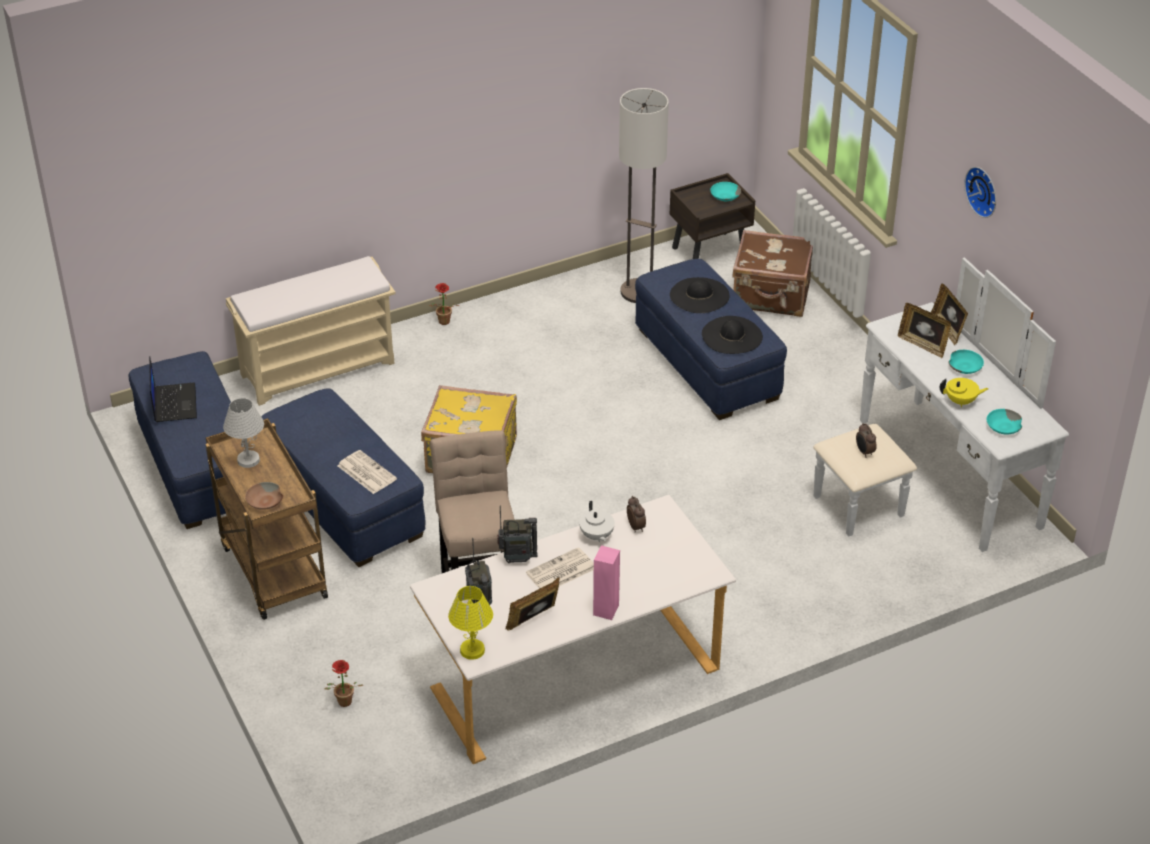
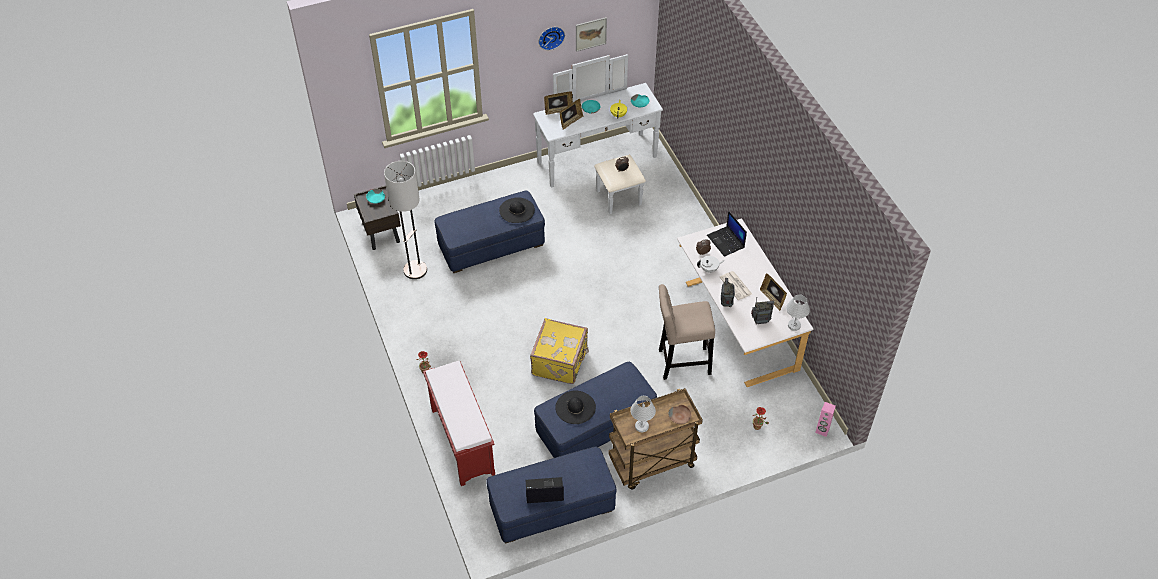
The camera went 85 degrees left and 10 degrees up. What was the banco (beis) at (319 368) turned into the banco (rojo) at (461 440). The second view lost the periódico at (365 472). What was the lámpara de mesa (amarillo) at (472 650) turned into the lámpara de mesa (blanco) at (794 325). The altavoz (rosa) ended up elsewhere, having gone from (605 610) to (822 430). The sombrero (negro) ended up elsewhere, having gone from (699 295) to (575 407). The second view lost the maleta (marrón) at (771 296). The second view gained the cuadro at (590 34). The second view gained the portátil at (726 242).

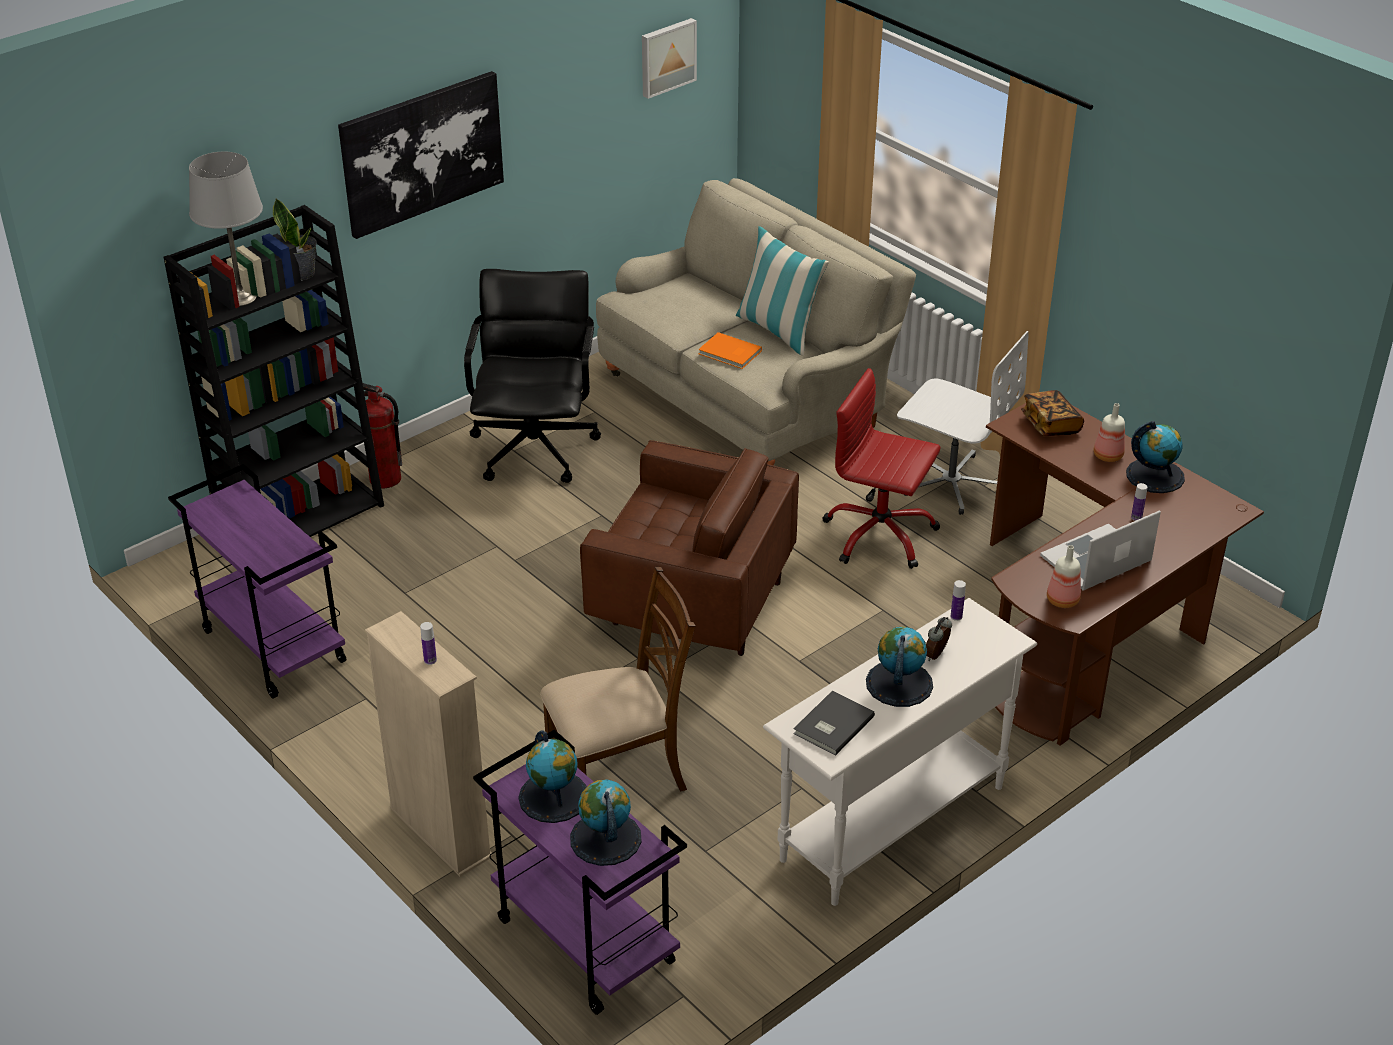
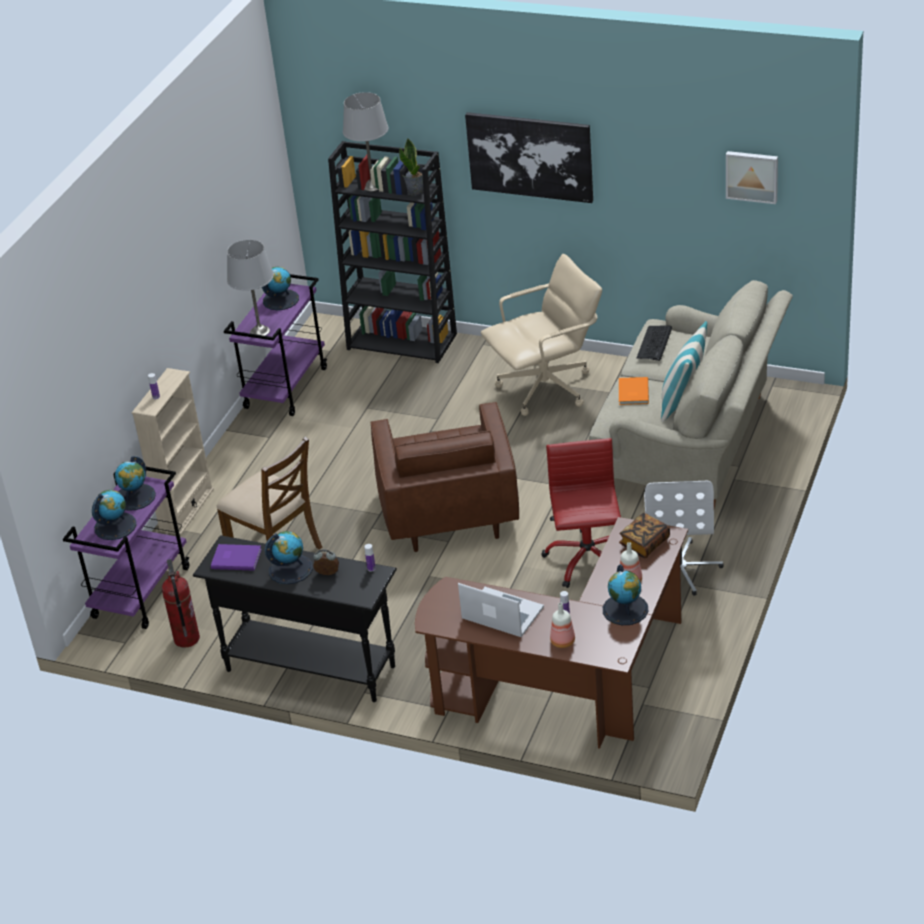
The camera went 65 degrees right and 0 degrees up. The extintor ended up elsewhere, having gone from (385 479) to (186 639). What was the silla de oficina (negro) at (535 448) turned into the silla de oficina (beis) at (547 388). What was the mesa consola (blanco) at (891 823) turned into the mesa consola (negro) at (310 668). What was the libro (gris) at (831 725) turned into the libro (morado) at (236 558). The botella ended up elsewhere, having gone from (1063 601) to (562 642). The second view gained the lámpara de mesa (gris) at (259 331). The second view gained the globo terráqueo at (280 300). The second view gained the teclado at (654 343).

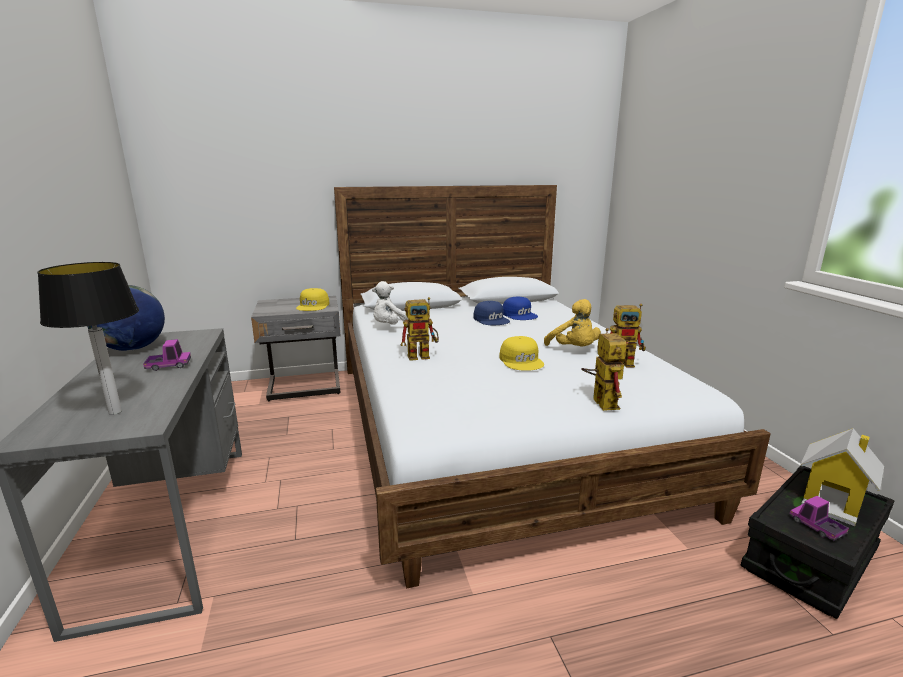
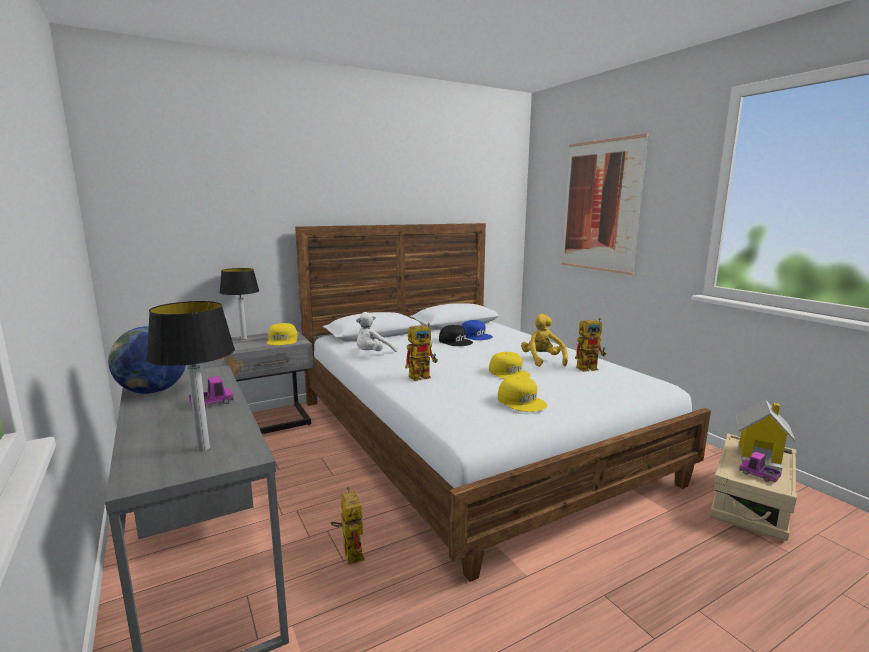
The camera went 15 degrees left and 5 degrees down. What was the gorra (azul) at (491 319) turned into the gorra (negro) at (455 341). The peluche (amarillo) at (574 349) ended up facing another way, 150 degrees counterclockwise from before. The robot de juguete ended up elsewhere, having gone from (600 401) to (349 551). What was the caja de almacenaje (negro) at (809 559) turned into the caja de almacenaje (beis) at (750 503). The second view gained the lámpara de mesa at (243 339). The second view gained the gorra (amarillo) at (522 401). The second view gained the cuadro at (600 206).

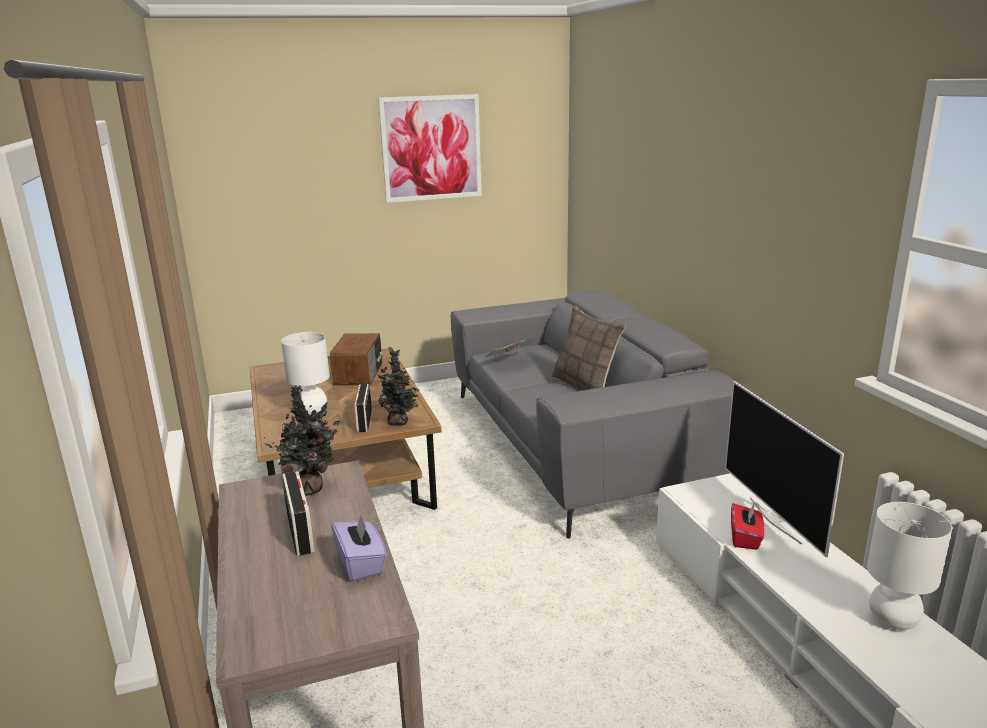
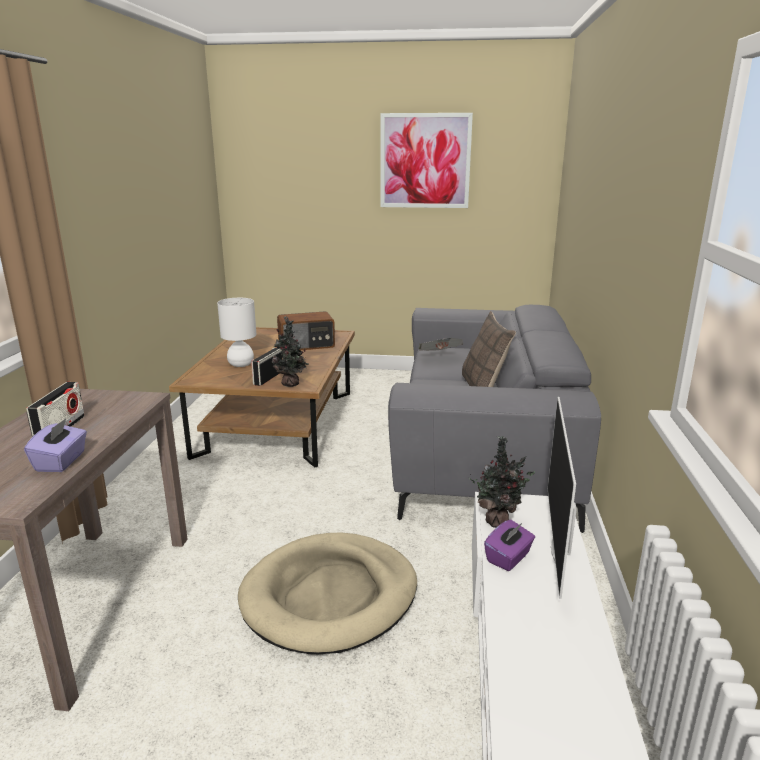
The camera went 25 degrees right and 0 degrees up. The planta en maceta ended up elsewhere, having gone from (311 488) to (498 521). The radio at (359 374) ended up facing another way, 45 degrees clockwise from before. What was the caja de pañuelos (rojo) at (745 538) turned into the caja de pañuelos (morado) at (508 558). The second view lost the lámpara de mesa (blanco) at (893 619). The second view gained the cama para perro (beis) at (330 596).

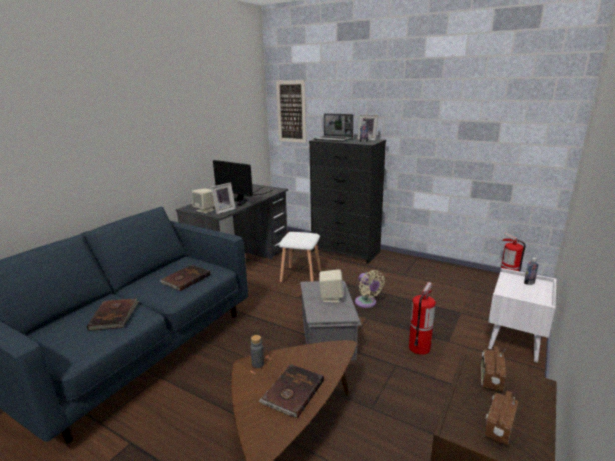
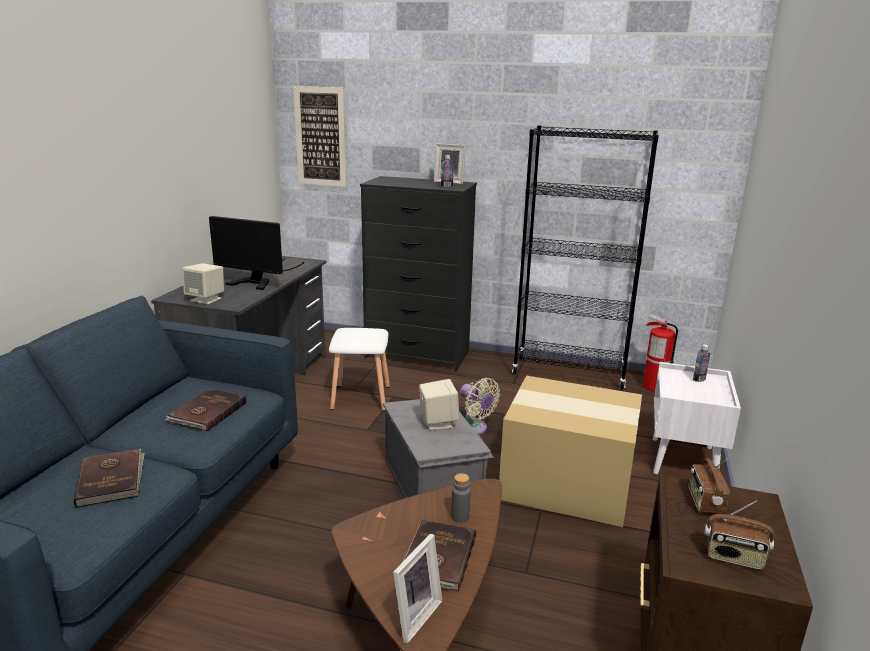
The camera went 15 degrees left and 0 degrees up. The portarretratos ended up elsewhere, having gone from (223 210) to (413 615). The botella (gris) ended up elsewhere, having gone from (258 364) to (460 517). The second view lost the portátil at (333 139). Where the extintor stood at (419 347), the caja de cartón came to stand at (565 483). The radio at (498 429) ended up facing another way, 90 degrees counterclockwise from before. The second view gained the estantería (negro) at (569 373).

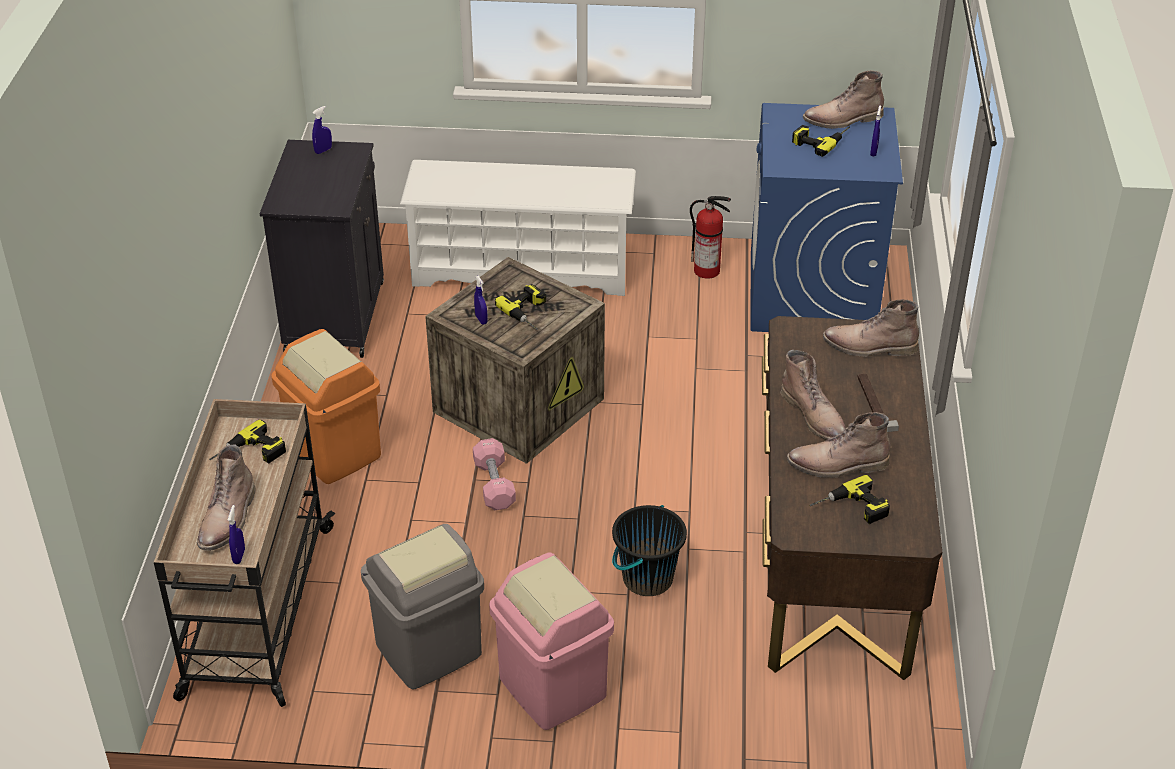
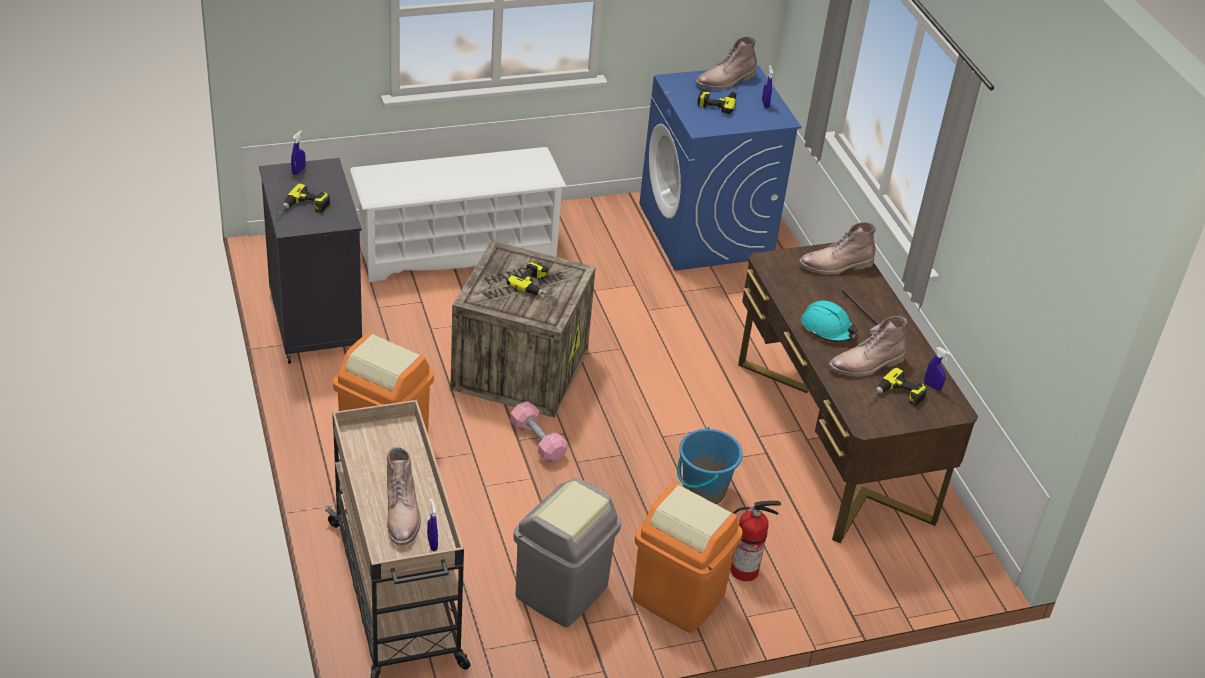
The camera went 25 degrees left and 0 degrees up. The taladro ended up elsewhere, having gone from (250 454) to (302 209). The pulverizador (azul) ended up elsewhere, having gone from (481 319) to (932 386). What was the papelera (rosa) at (553 687) turned into the papelera (naranja) at (679 597). What was the cubo (negro) at (647 578) turned into the cubo (azul) at (703 491). The extintor ended up elsewhere, having gone from (708 270) to (745 570). Where the bota (marrón) stood at (815 416), the casco (turquesa) came to stand at (828 329).

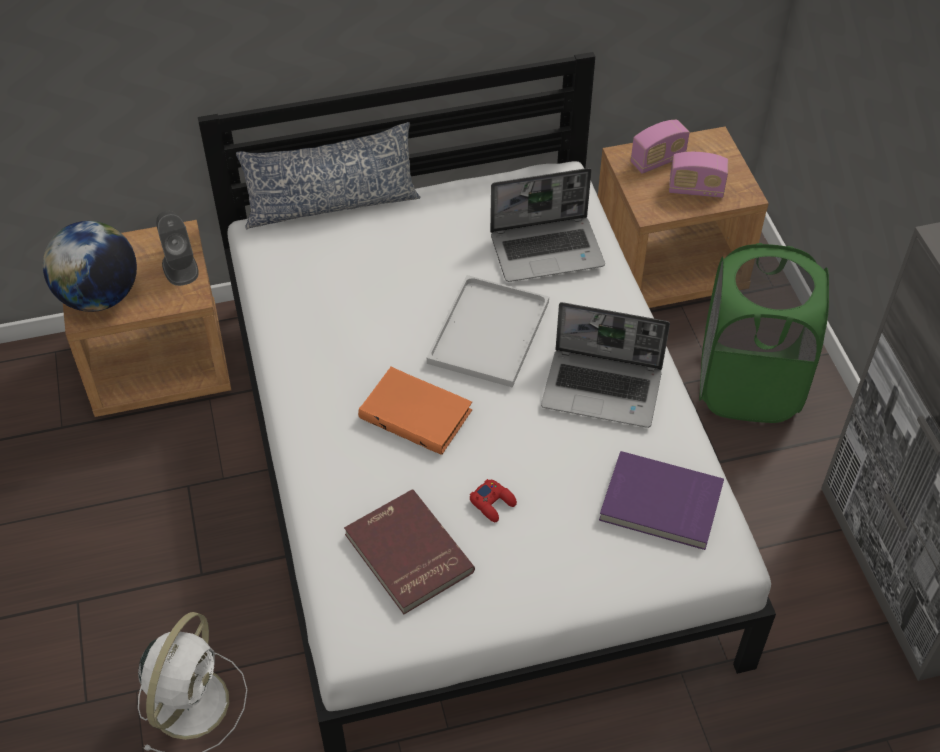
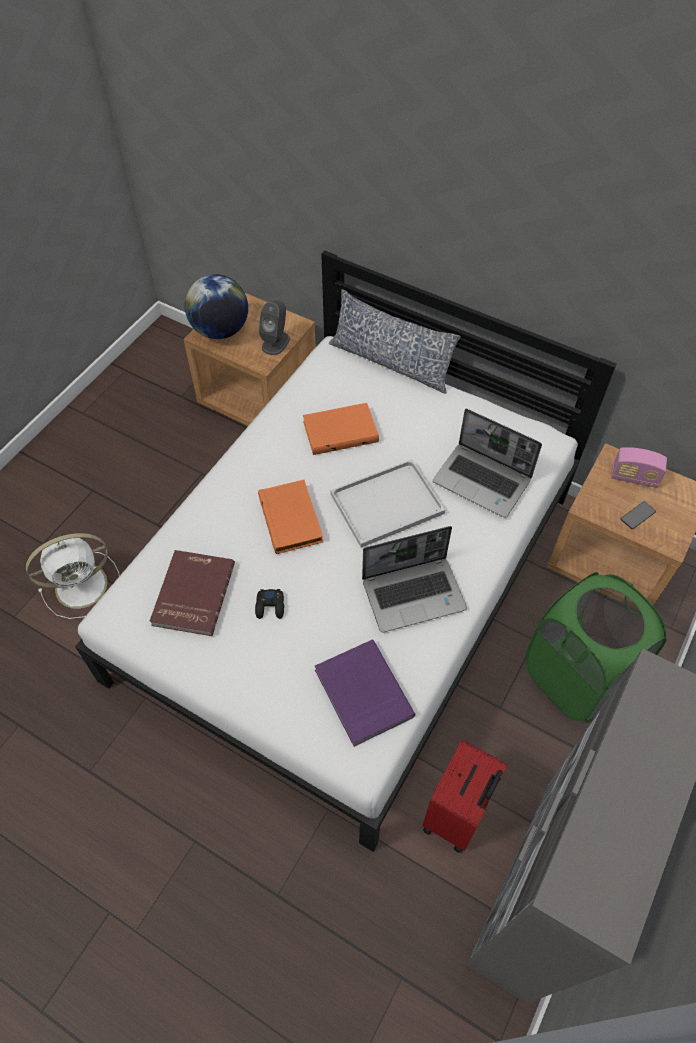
The camera went 45 degrees right and 5 degrees up. What was the mando de consola (rojo) at (493 503) turned into the mando de consola (negro) at (270 606). The portátil at (603 389) ended up facing another way, 75 degrees counterclockwise from before. Where the radio stood at (695 190), the móvil came to stand at (637 515). The second view gained the libro (naranja) at (340 430). The second view gained the maleta (rojo) at (457 815).

